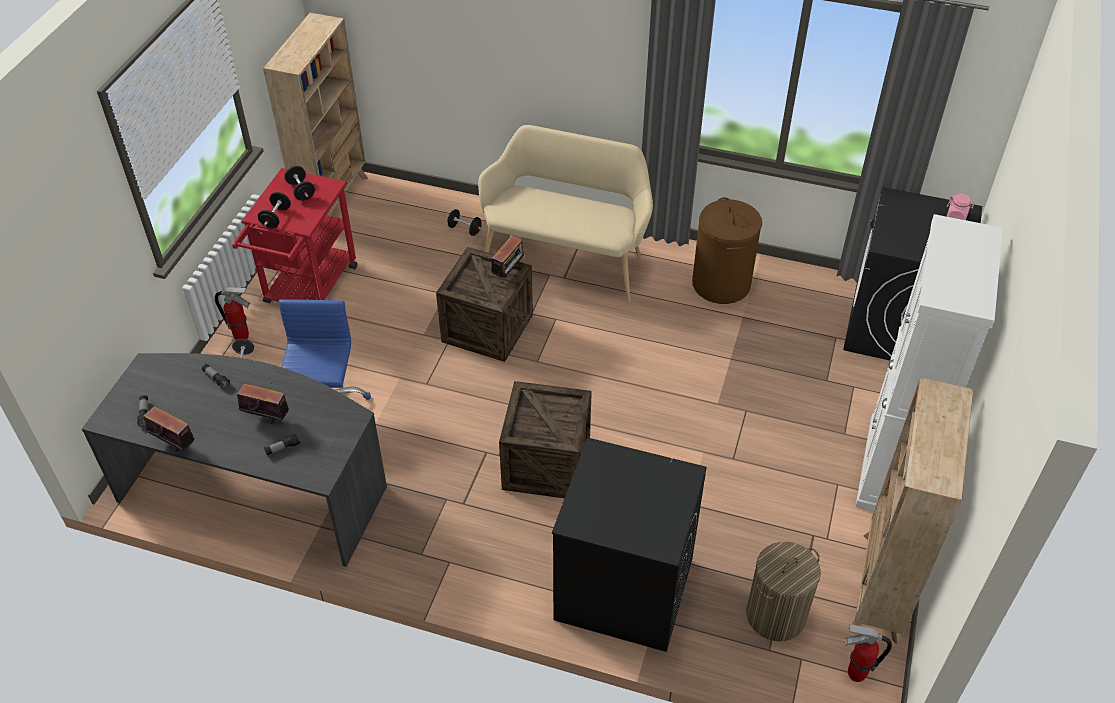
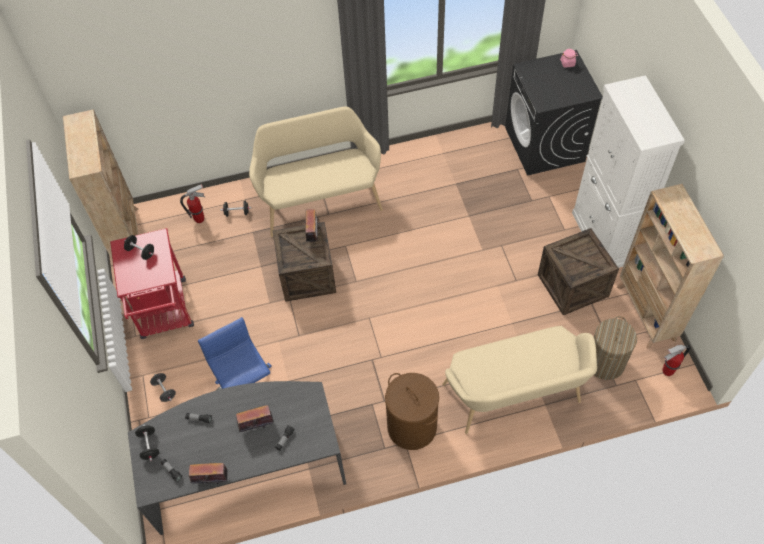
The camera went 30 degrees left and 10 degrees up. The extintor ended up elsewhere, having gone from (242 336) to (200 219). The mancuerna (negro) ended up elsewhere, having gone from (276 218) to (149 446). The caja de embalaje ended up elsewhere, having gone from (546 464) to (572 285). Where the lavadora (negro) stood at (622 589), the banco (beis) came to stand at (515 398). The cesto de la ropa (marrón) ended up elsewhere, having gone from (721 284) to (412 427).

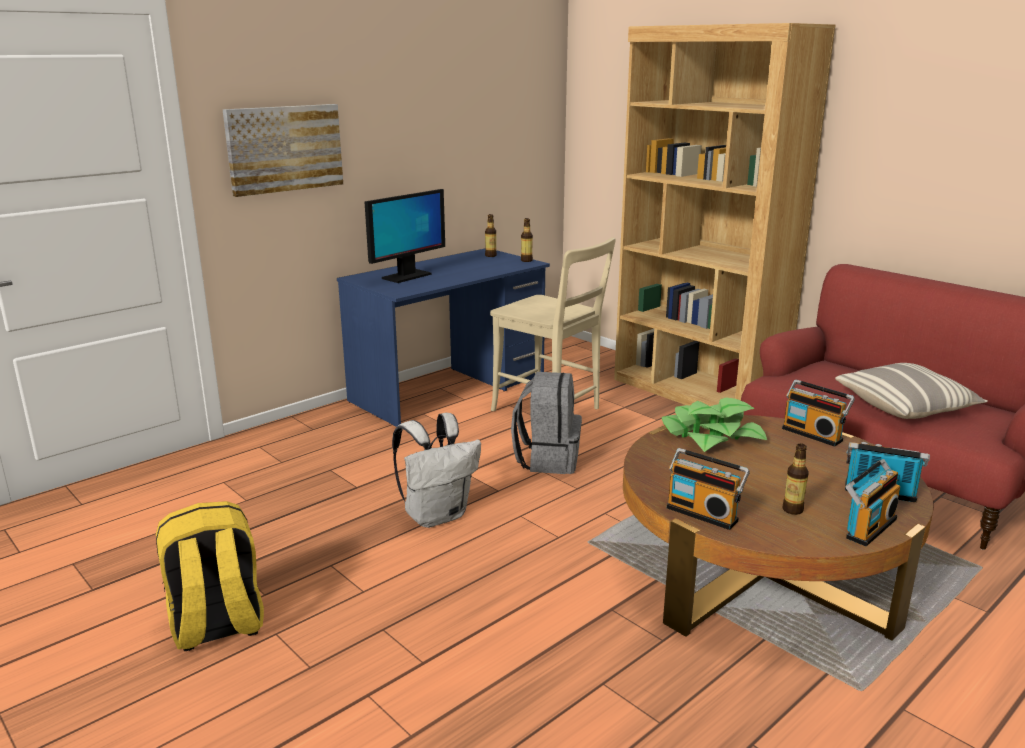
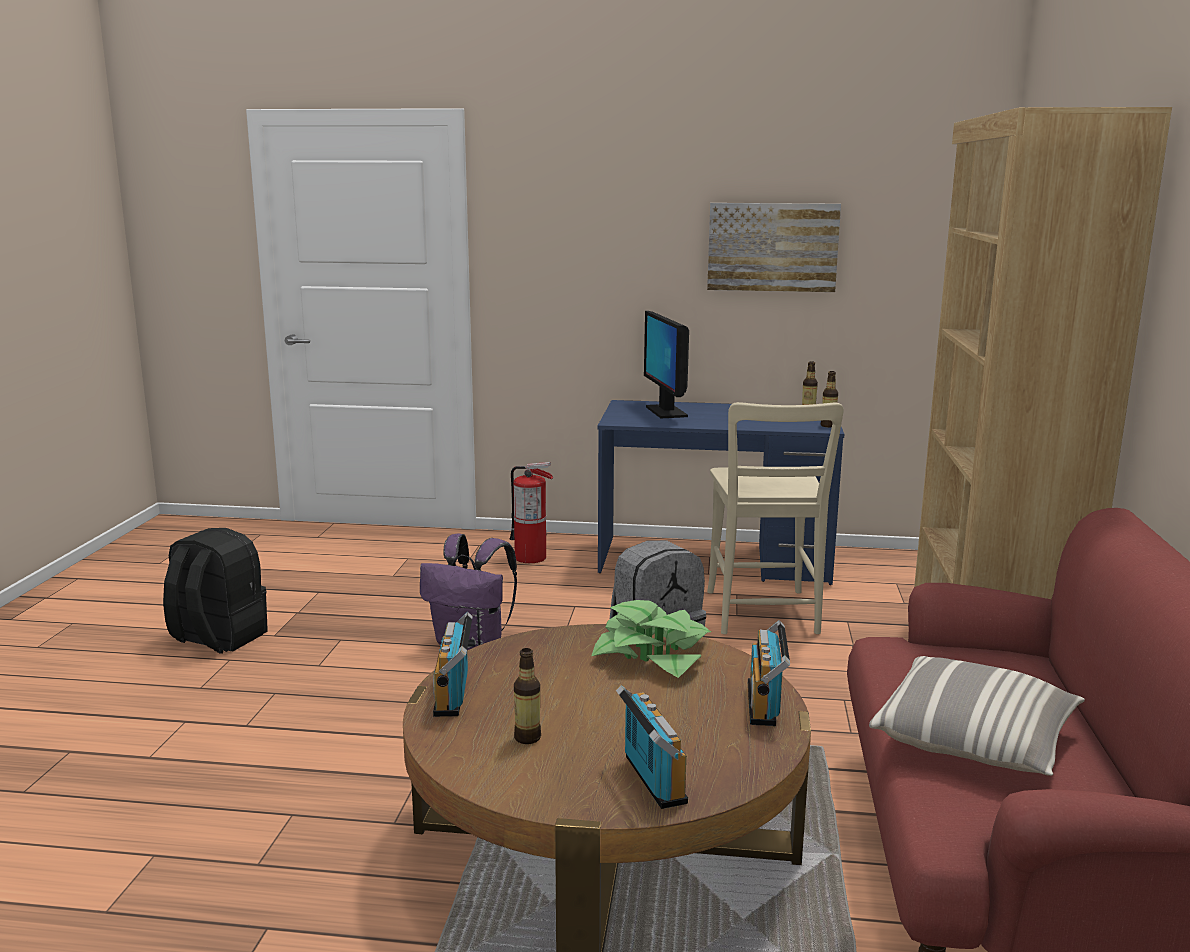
The camera went 50 degrees right and 5 degrees down. What was the mochila (amarillo) at (217 626) turned into the mochila (negro) at (218 638). The cuadro ended up elsewhere, having gone from (284 148) to (772 247). The monitor at (406 276) ended up facing another way, 75 degrees clockwise from before. What was the mochila (blanco) at (437 515) turned into the mochila (morado) at (472 646). The second view lost the radio at (867 527). The second view gained the extintor at (531 558).

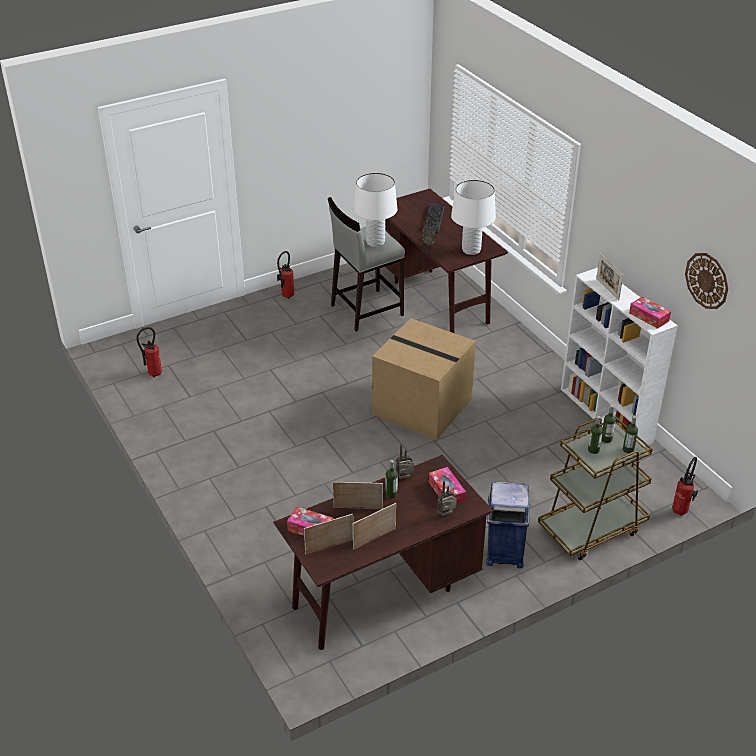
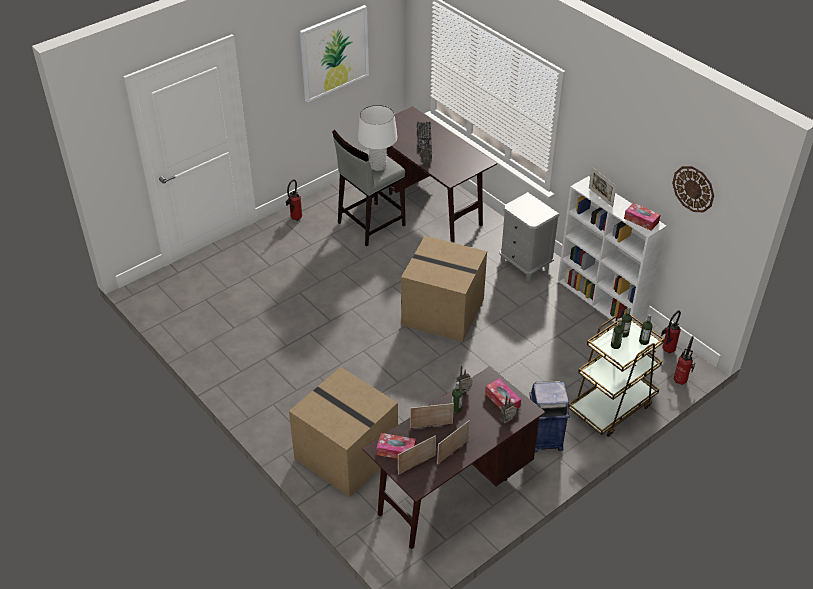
The camera went 10 degrees left and 5 degrees up. The extintor ended up elsewhere, having gone from (152 374) to (666 350). The second view lost the lámpara de mesa (blanco) at (471 250). The second view gained the caja de cartón at (344 454). The second view gained the cuadro at (334 53). The second view gained the mesita de noche (gris) at (525 264).

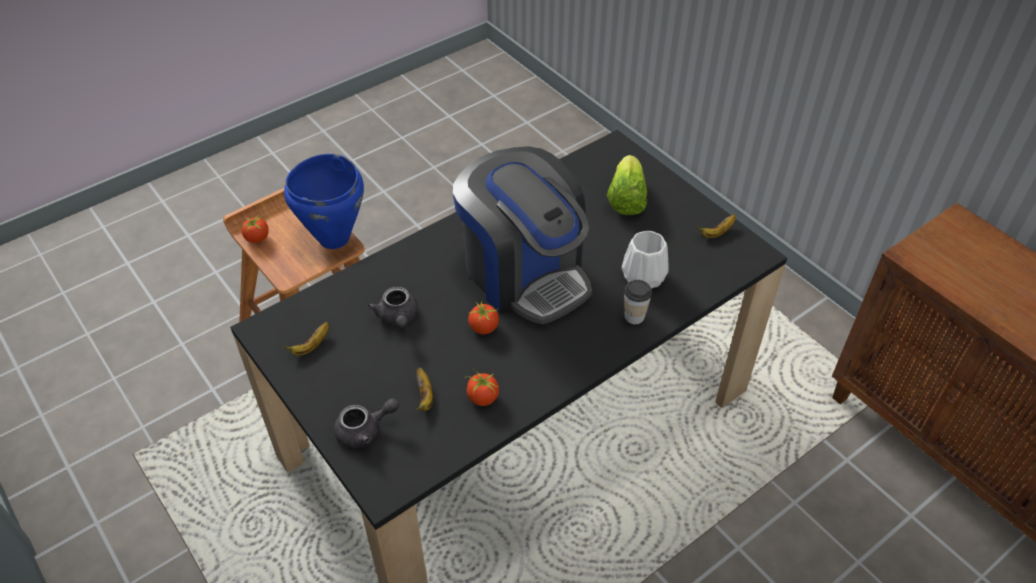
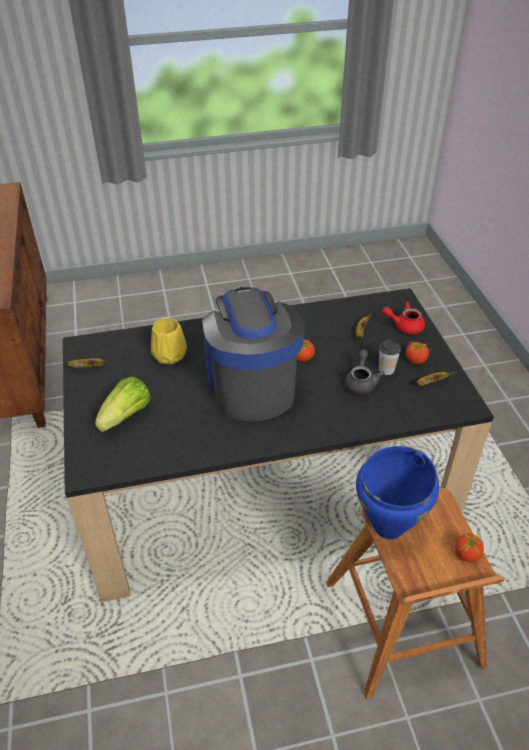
The camera went 155 degrees left and 5 degrees down. What was the tetera (gris) at (365 431) turned into the tetera (rojo) at (404 326). The tomate ended up elsewhere, having gone from (482 398) to (415 360). What was the florero (blanco) at (644 276) turned into the florero (amarillo) at (169 355). The taza ended up elsewhere, having gone from (634 316) to (386 369).

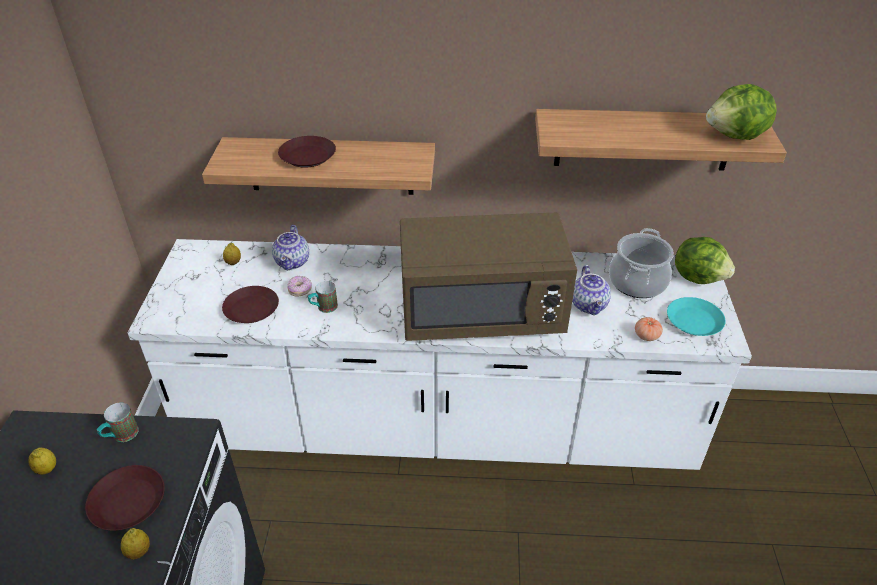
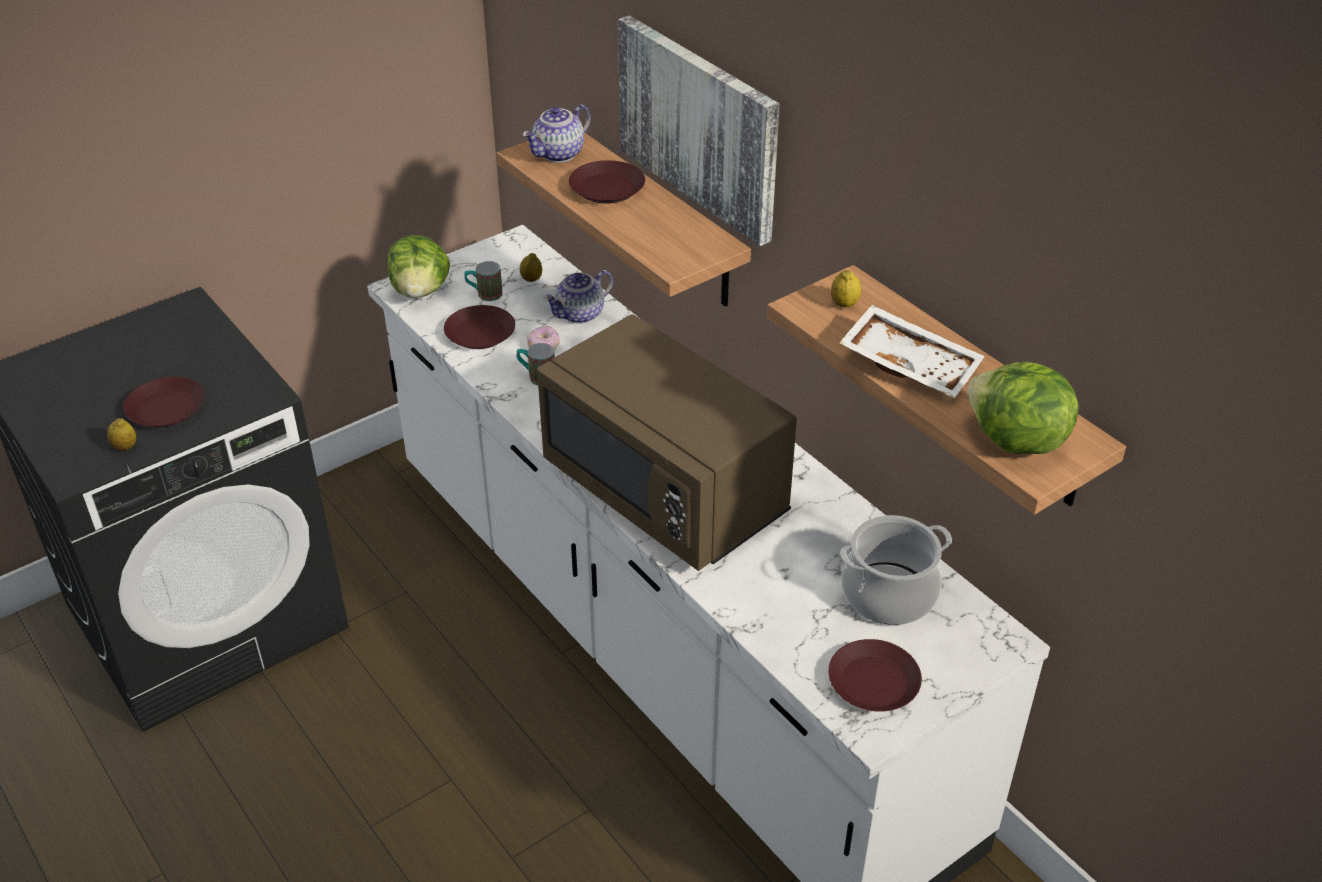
The camera went 50 degrees right and 0 degrees up. The limón ended up elsewhere, having gone from (47 469) to (844 304). The taza grande ended up elsewhere, having gone from (121 436) to (484 294). The tetera ended up elsewhere, having gone from (589 305) to (559 154). The second view lost the tomate at (646 336). What was the plato (turquesa) at (694 321) turned into the plato (marrón) at (874 683). The lechuga ended up elsewhere, having gone from (698 277) to (421 291). The second view gained the cuadro at (699 126). The second view gained the bandeja (blanco) at (910 364).

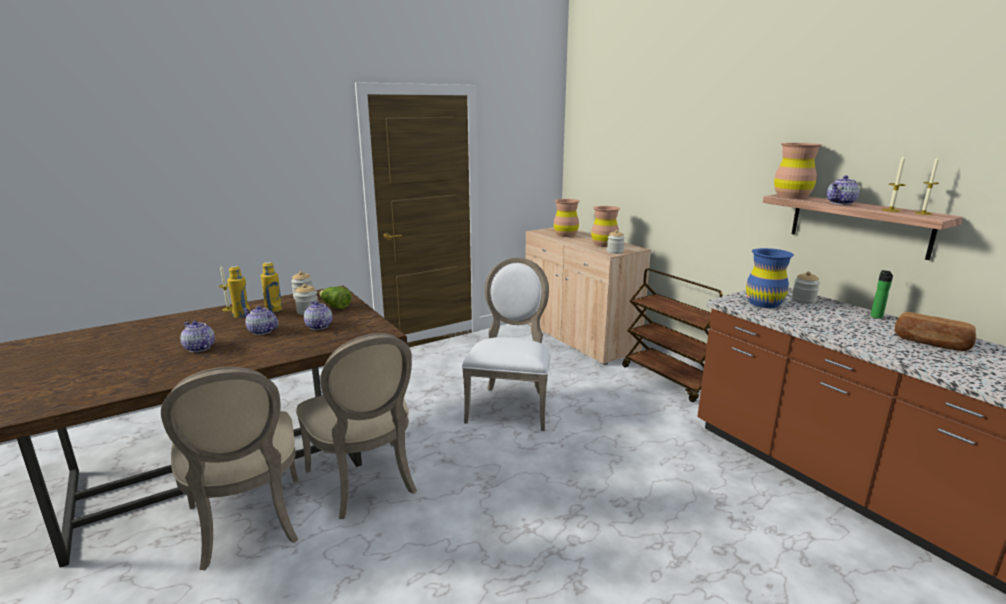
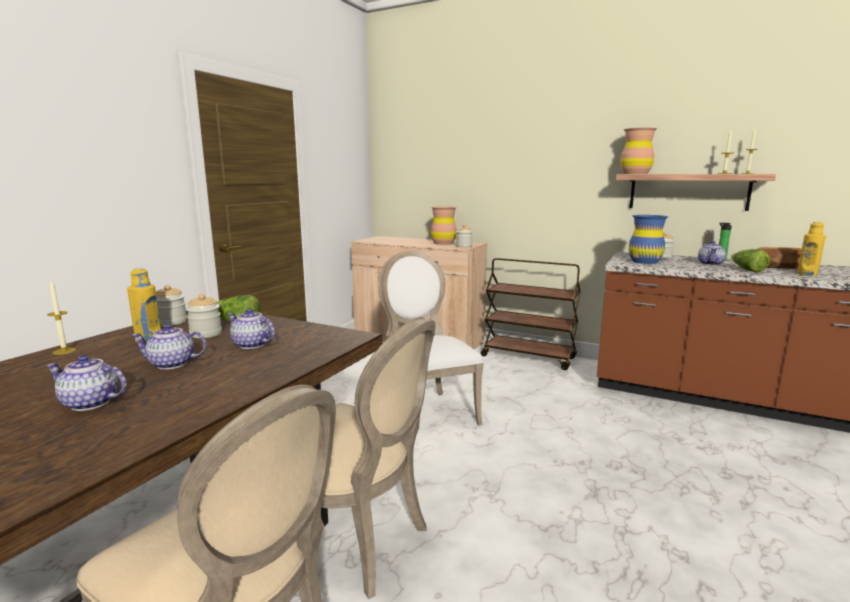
The camera went 30 degrees left and 5 degrees down. The botella (amarillo) ended up elsewhere, having gone from (241 315) to (807 274). The second view lost the florero (marrón) at (565 235). The tetera ended up elsewhere, having gone from (841 203) to (710 264). The second view gained the lechuga at (747 270).

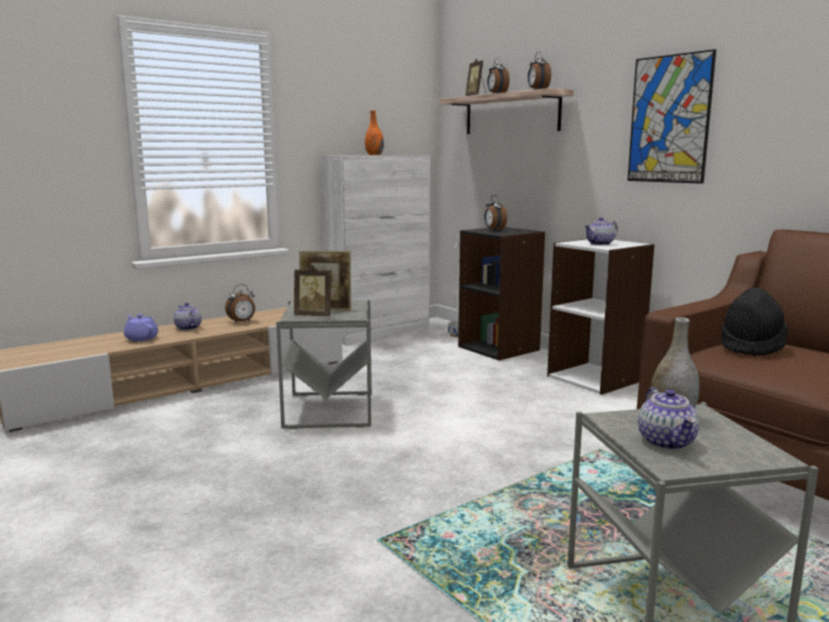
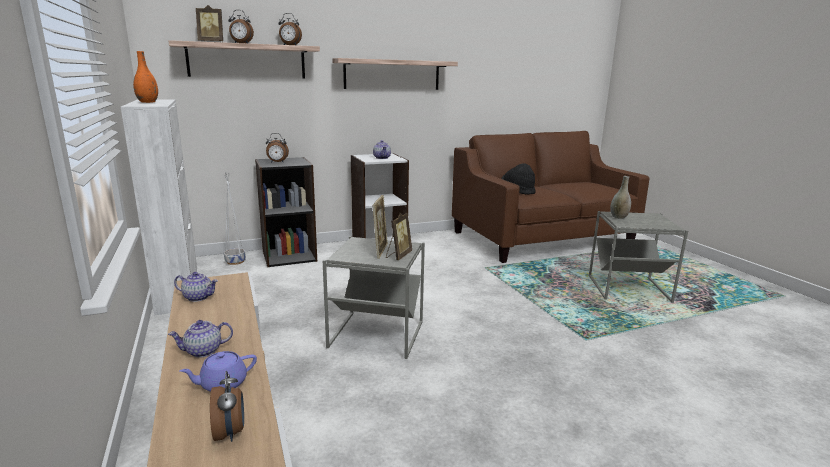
The camera went 75 degrees left and 5 degrees up. The despertador ended up elsewhere, having gone from (242 322) to (230 432). Where the cuadro hung at (669 119), the estante came to hang at (392 75). The tetera ended up elsewhere, having gone from (667 442) to (198 297).

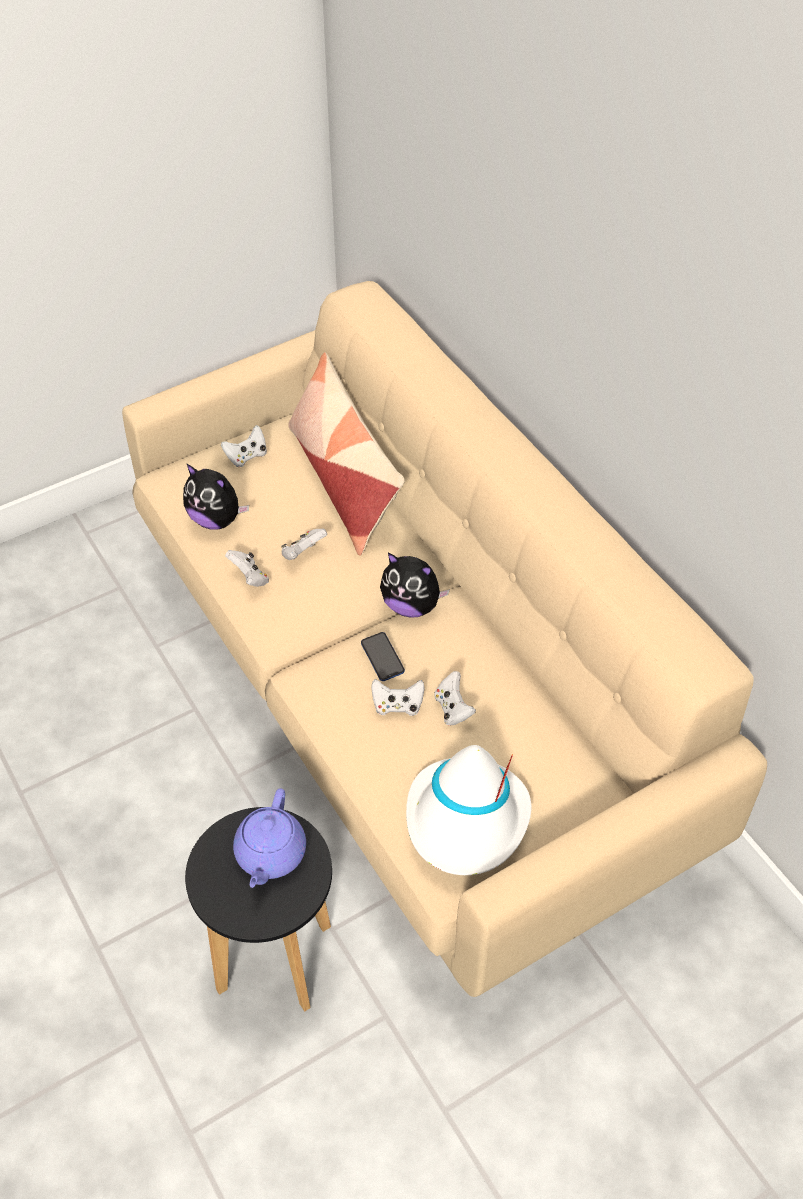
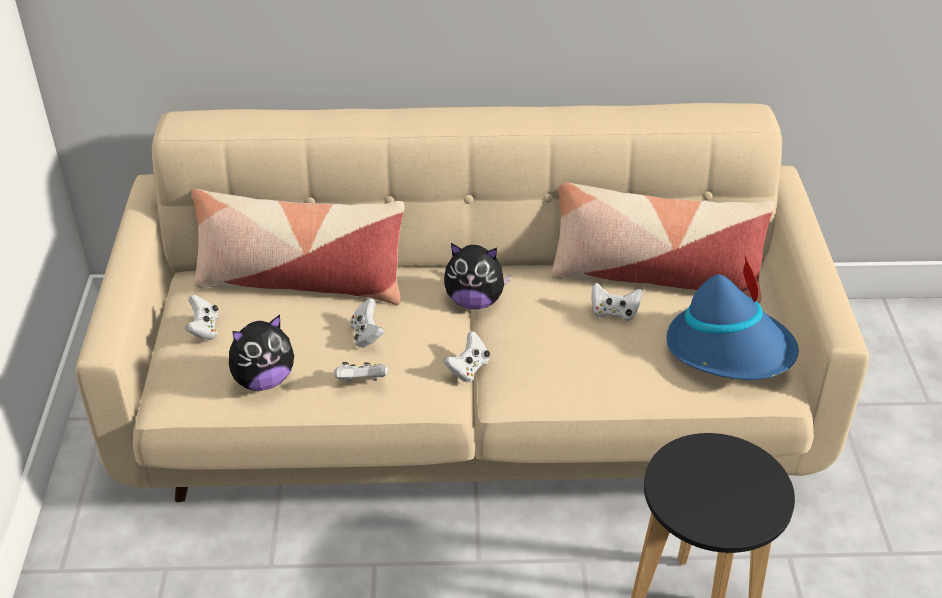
The camera went 60 degrees left and 10 degrees down. The second view lost the tetera (morado) at (270 854). The second view lost the móvil at (382 657). The mando de consola (blanco) ended up elsewhere, having gone from (397 706) to (468 369). The peluche at (411 605) ended up facing another way, 45 degrees clockwise from before. What was the sombrero (blanco) at (467 820) turned into the sombrero (azul) at (730 349). The second view gained the cojín at (654 275).

